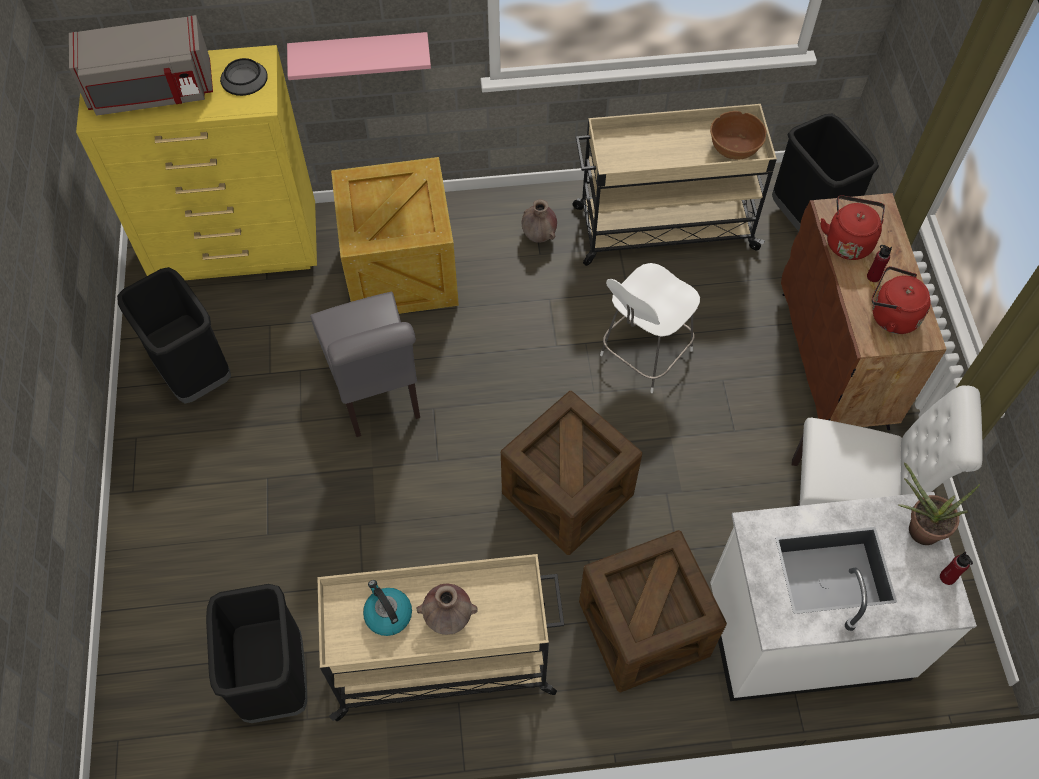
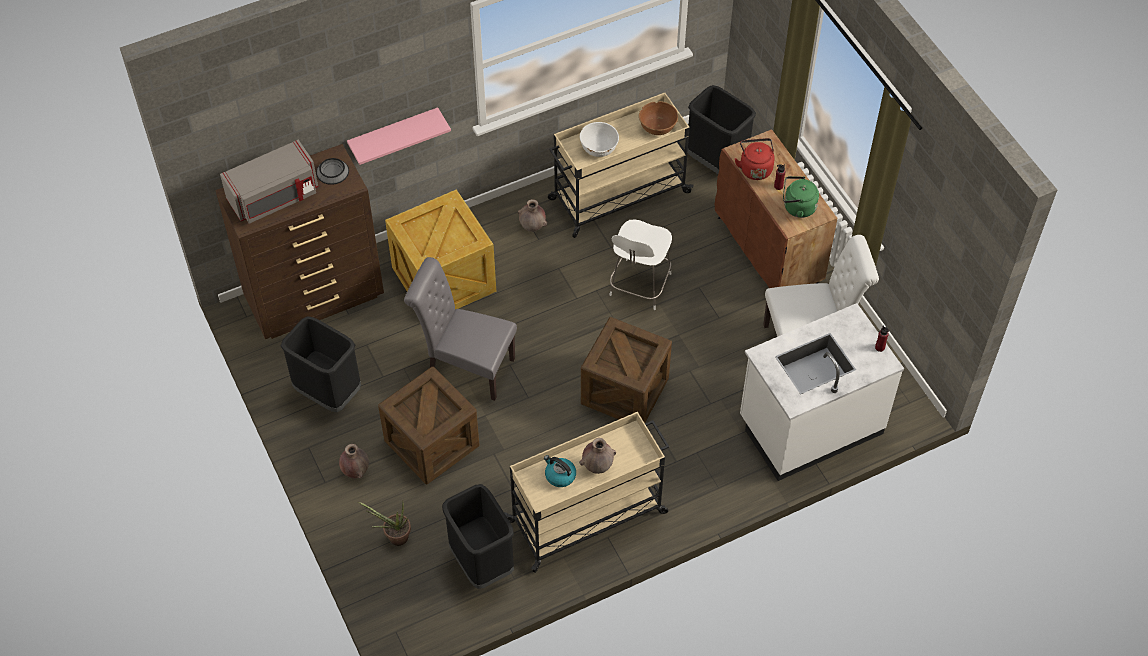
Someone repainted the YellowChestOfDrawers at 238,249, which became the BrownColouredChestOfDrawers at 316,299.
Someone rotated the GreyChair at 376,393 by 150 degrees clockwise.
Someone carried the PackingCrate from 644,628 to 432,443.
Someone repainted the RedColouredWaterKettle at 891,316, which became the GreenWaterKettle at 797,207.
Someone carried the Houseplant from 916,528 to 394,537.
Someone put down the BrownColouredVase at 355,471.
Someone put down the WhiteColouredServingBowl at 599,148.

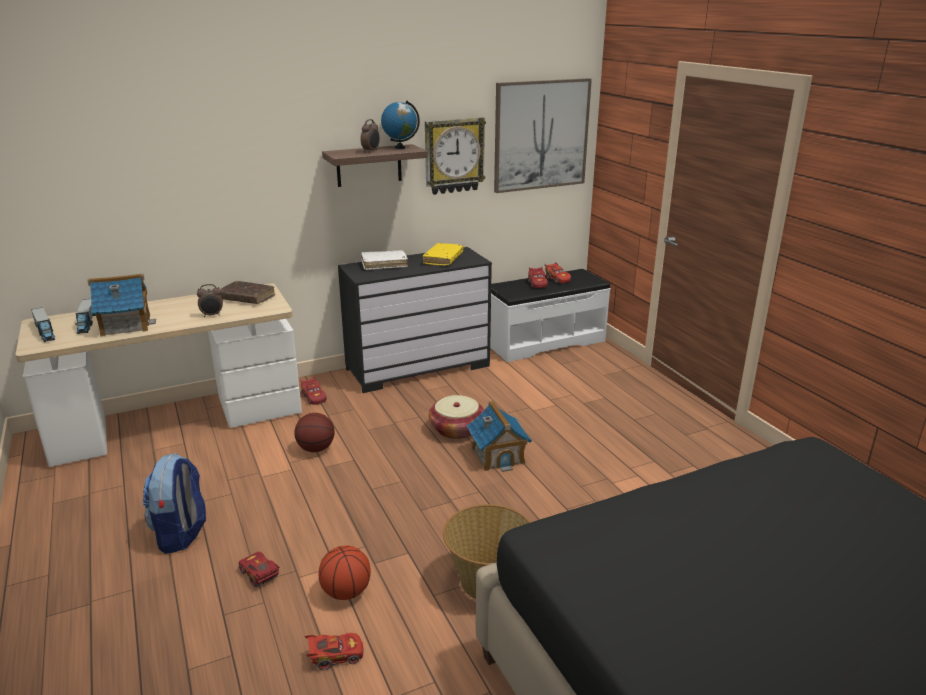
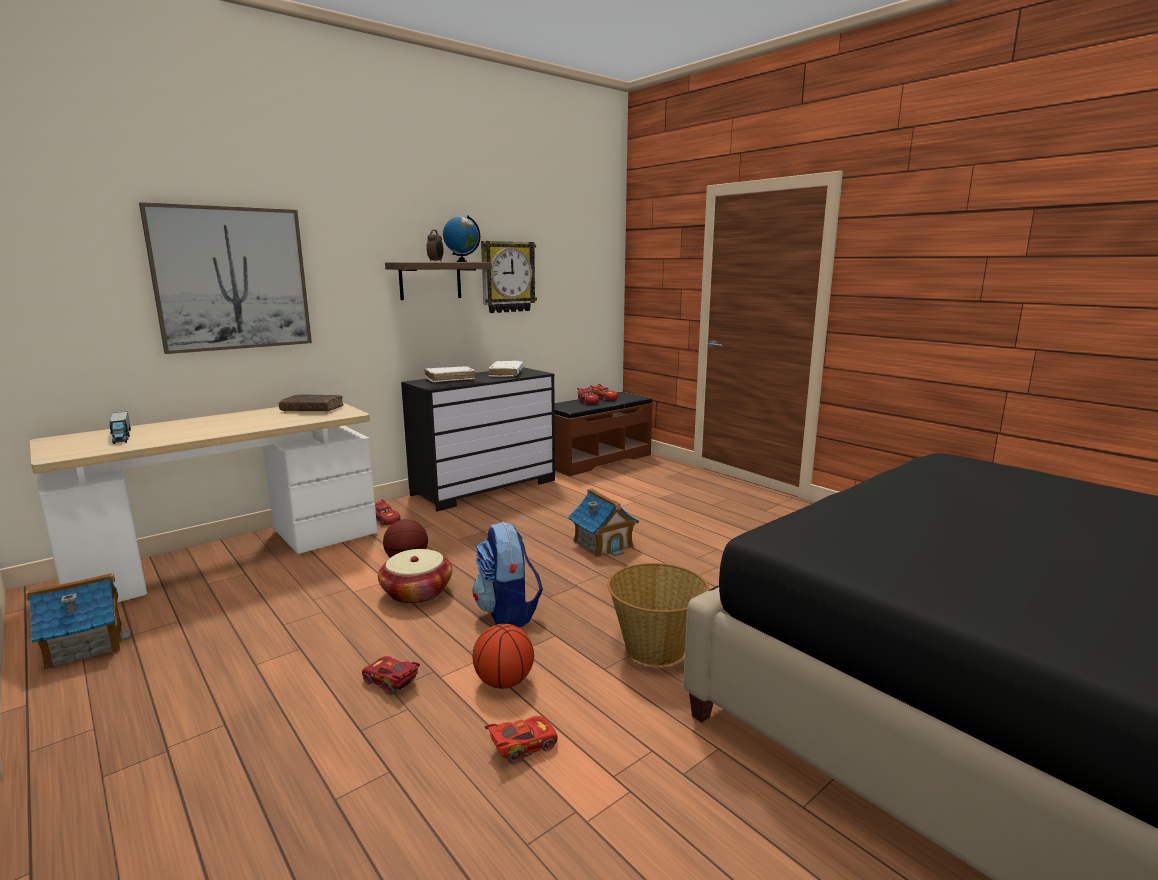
Someone took away the ModelTruck at 45,332.
Someone carried the ToyHouse from 125,325 to 84,646.
Someone carried the Backpack from 181,534 to 508,614.
Someone took away the AlarmClock at 212,315.
Someone repainted the YellowVolume at 443,259, which became the WhiteColouredVolume at 506,374.
Someone carried the Basket from 457,429 to 417,592.
Someone repainted the WhiteColouredBench at 544,341, which became the BrownColouredBench at 596,459.
Someone carried the Picture from 541,135 to 232,279.

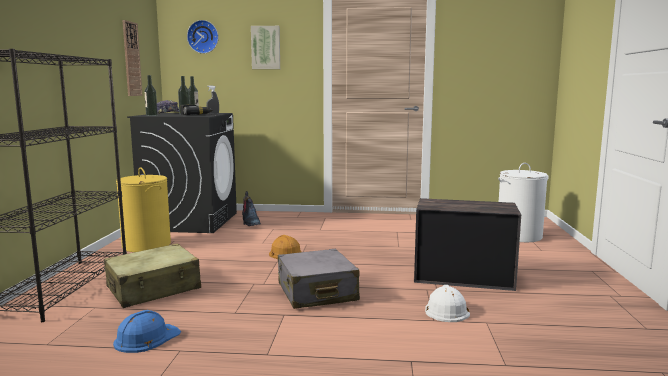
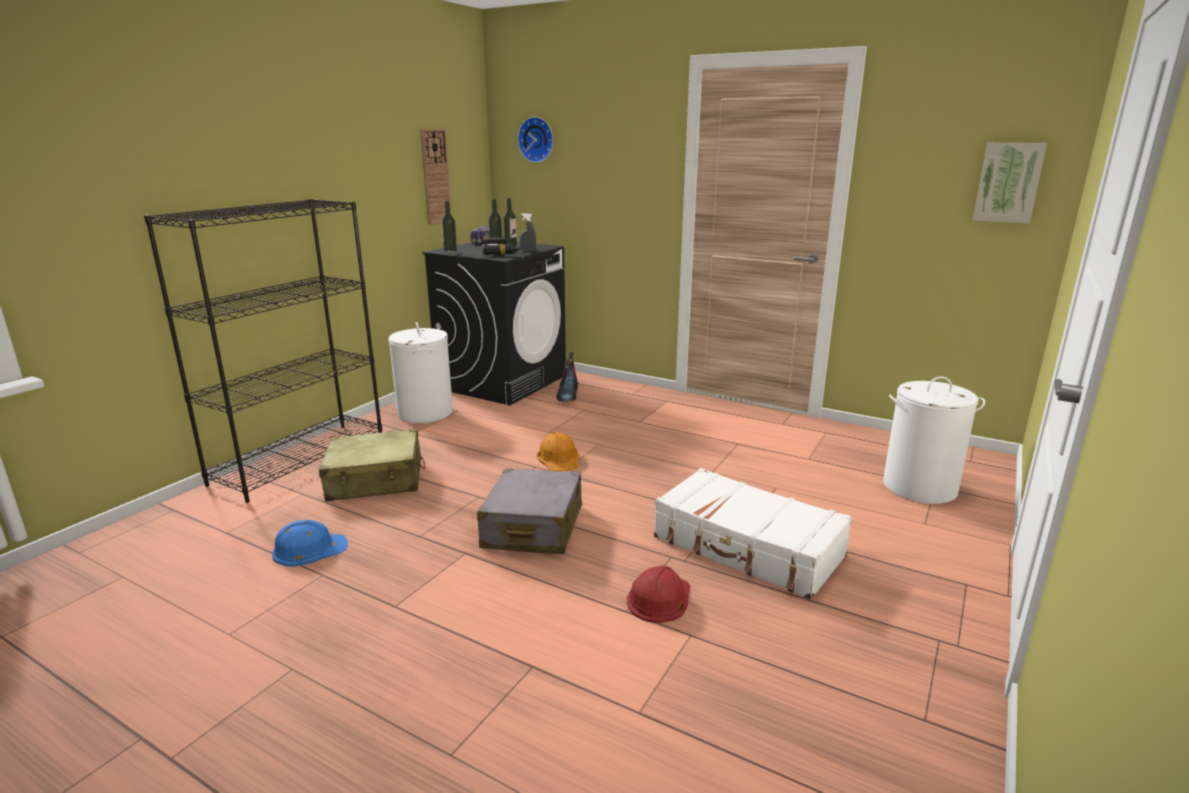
Someone repainted the YellowWashingBasket at 147,245, which became the WhiteColouredWashingBasket at 425,413.
Someone carried the Picture from 266,47 to 1008,182.
Someone swapped the PackingCrate at 465,277 for the WhiteColouredPieceOfLuggage at 747,547.
Someone repainted the WhiteColouredWorkHelmet at 445,310, which became the RedColouredWorkHelmet at 659,598.

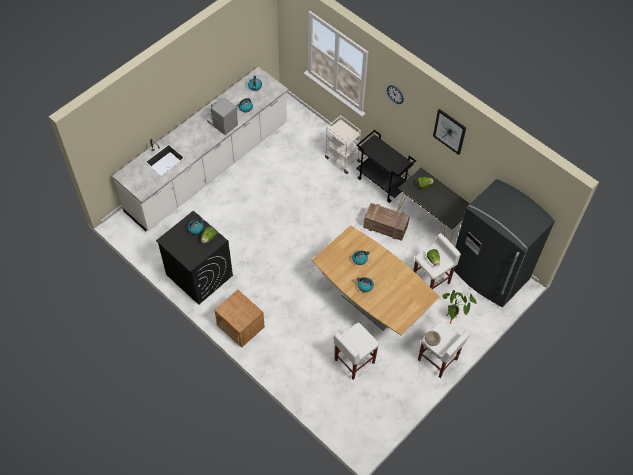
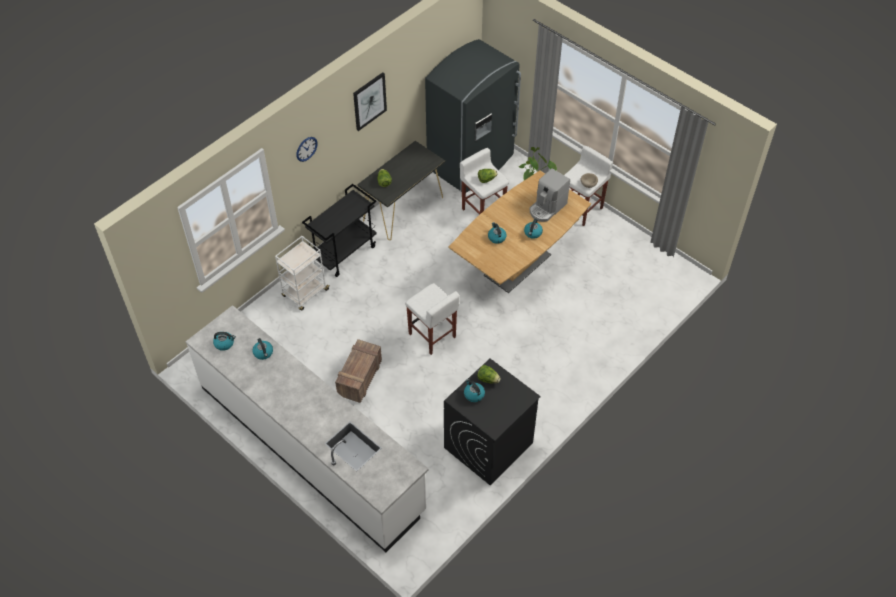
Someone carried the CoffeeBrewer from 221,122 to 547,208.
Someone took away the BrownColouredNightstand at 240,327.
Someone carried the WhiteColouredSittingStool from 354,361 to 432,336.
Someone carried the PackingCrate from 386,227 to 360,377.

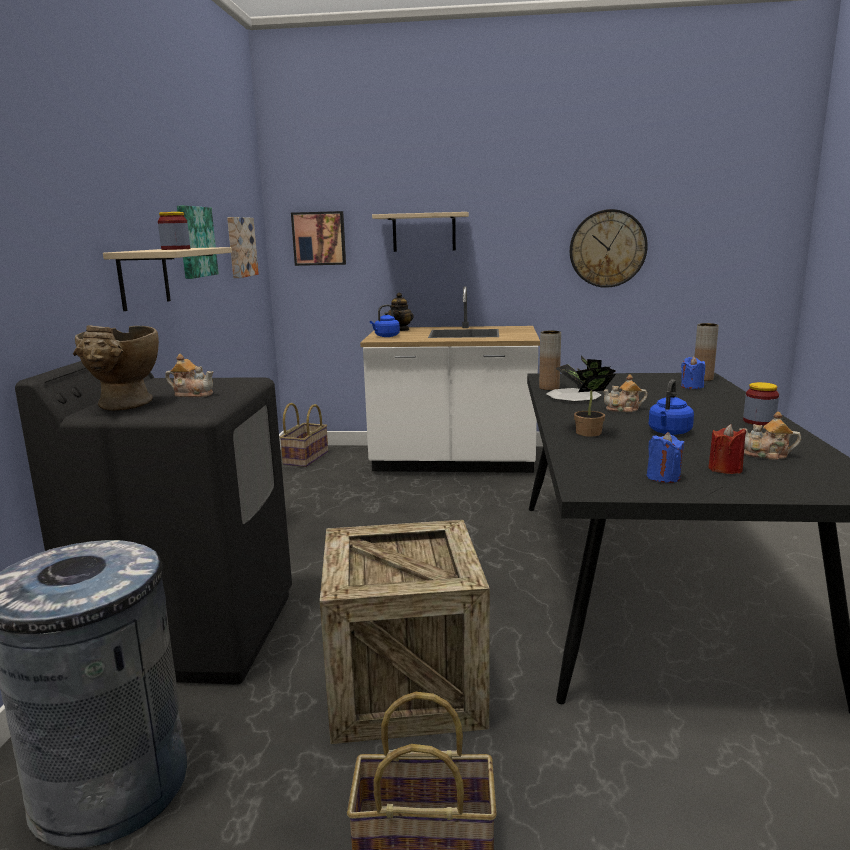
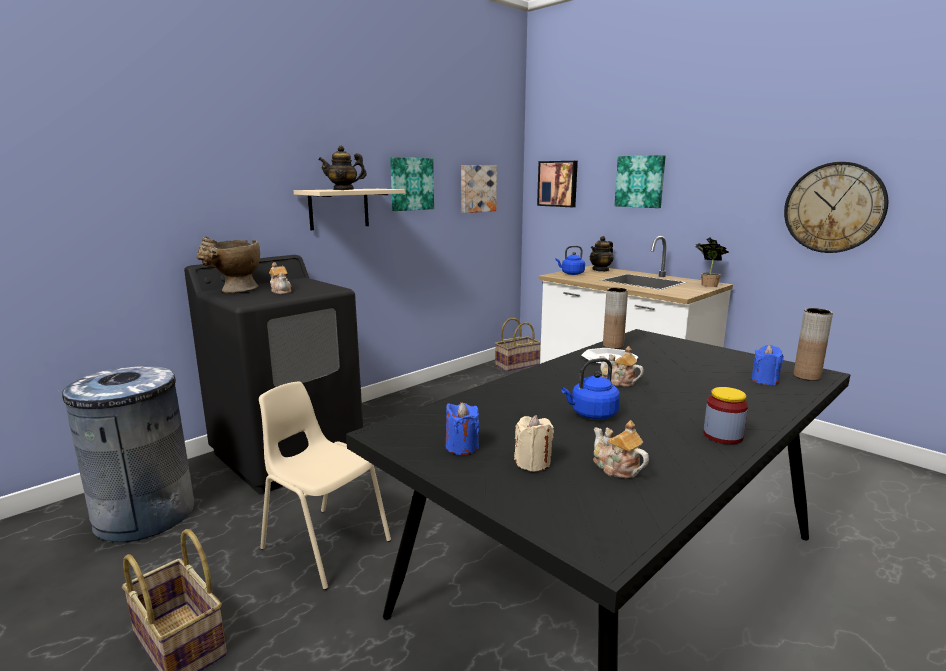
Someone swapped the PreserveJar at 176,249 for the PotForTea at 343,189.
Someone swapped the PackingCrate at 404,685 for the BeigeColouredChair at 325,544.
Someone swapped the BeigeColouredShelf at 424,232 for the Picture at 640,181.
Someone carried the Houseplant from 584,432 to 707,285.
Someone repainted the RedColouredWaxLight at 725,469, which became the BeigeColouredWaxLight at 532,463.

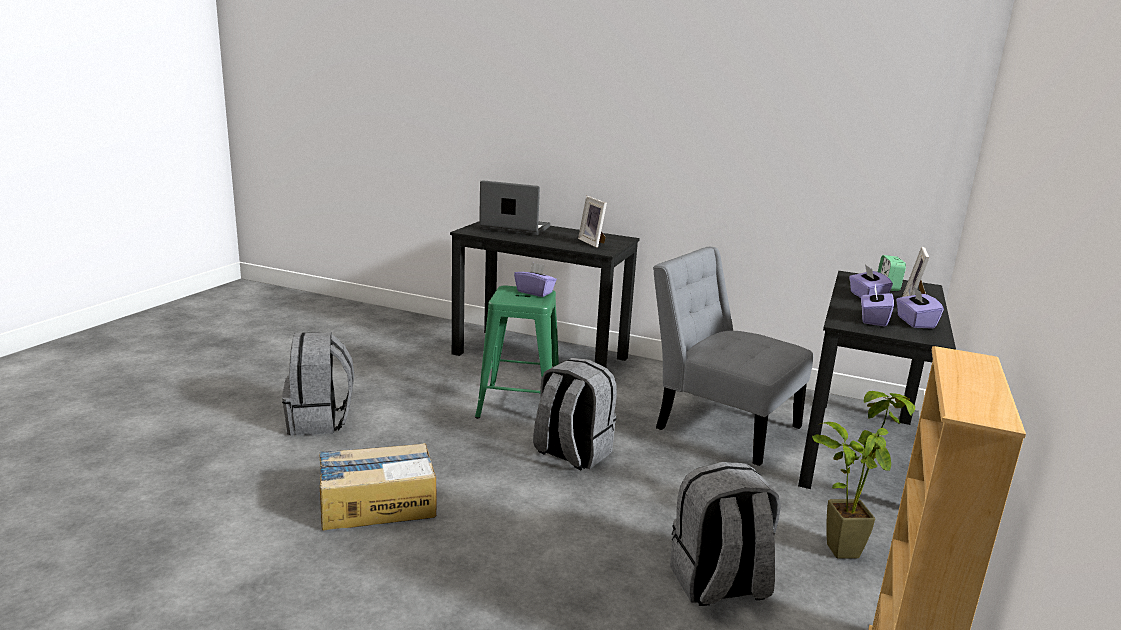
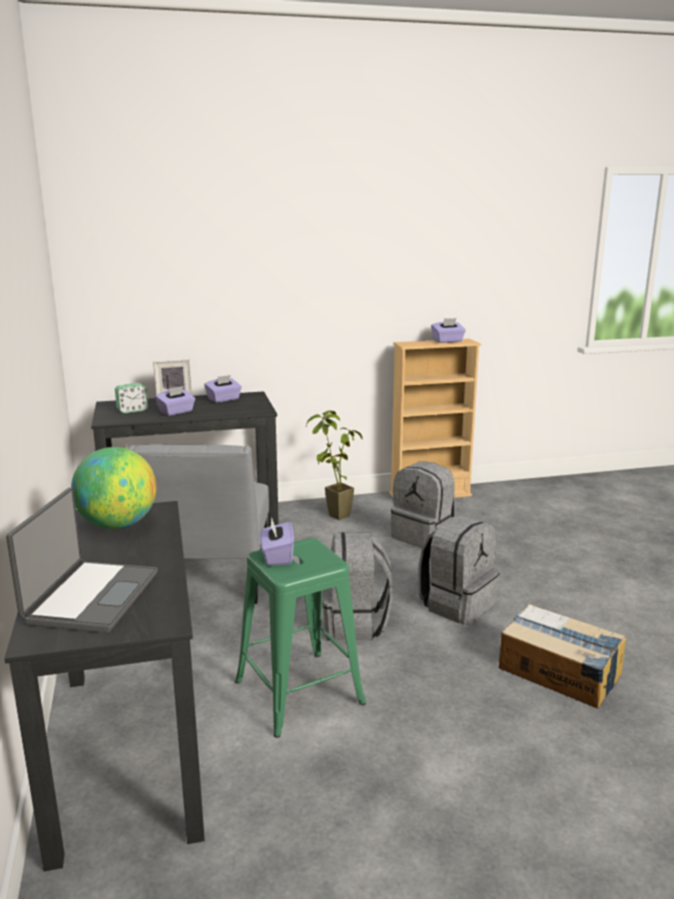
Someone carried the GreyBackpack from 320,421 to 456,604.
Someone rotated the PortableComputer at 514,228 by 150 degrees counterclockwise.
Someone swapped the StandingFrame at 593,242 for the Globe at 118,525.
Someone carried the PurpleColouredTissueHolder from 873,320 to 448,341.

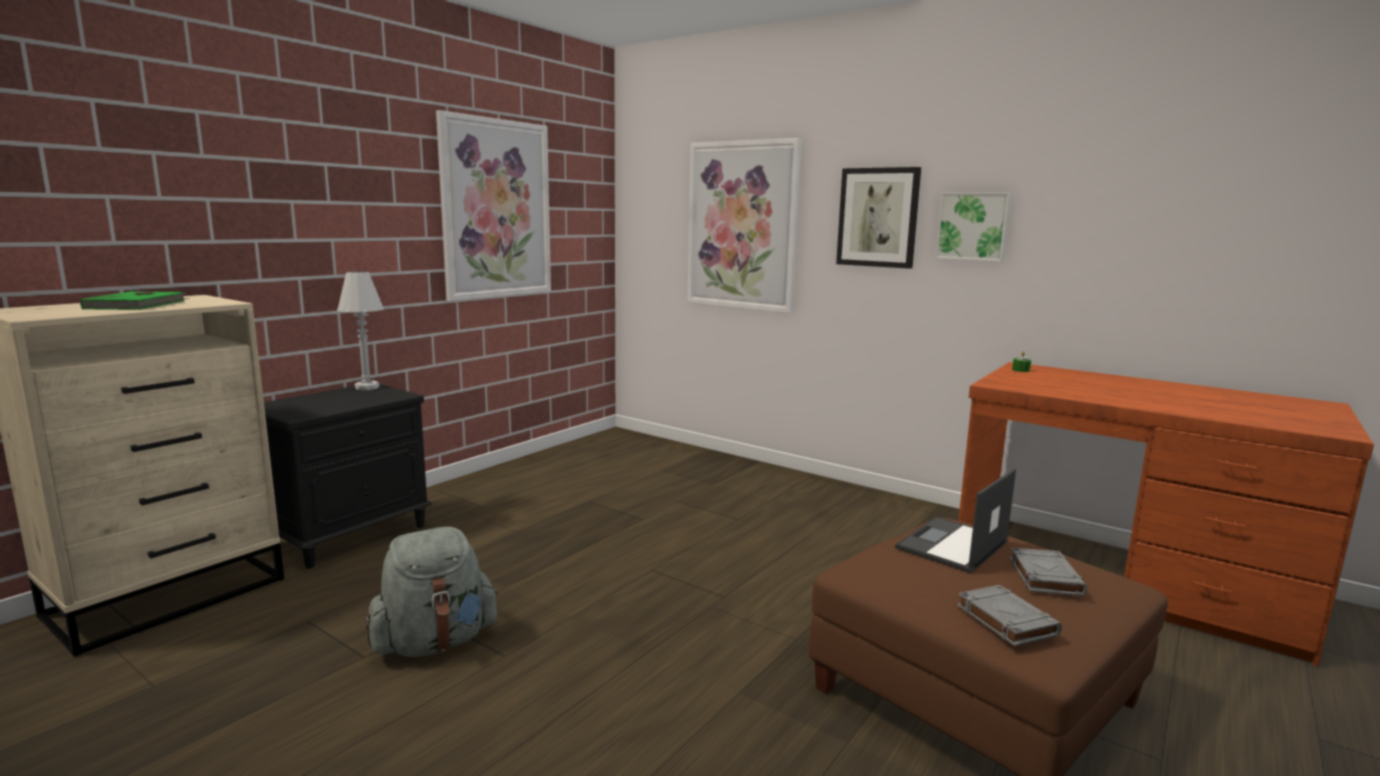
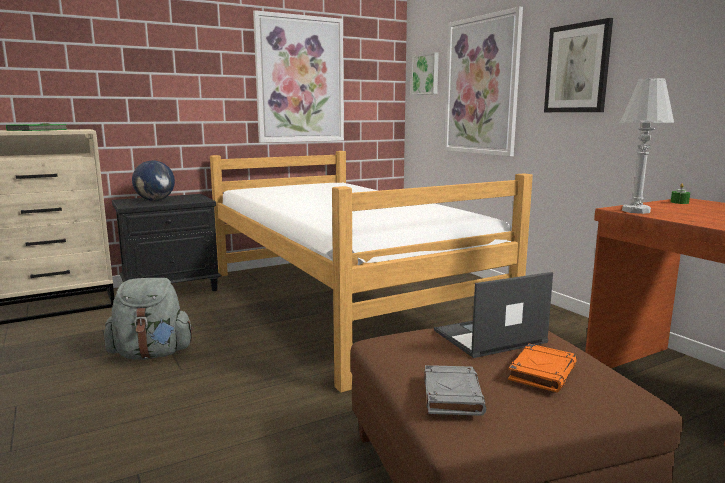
Someone carried the WhiteColouredLampForATable from 366,387 to 635,211.
Someone carried the Picture from 973,226 to 426,74.
Someone repainted the GreyVolume at 1044,576, which became the OrangeyVolume at 542,372.
Someone put down the Globe at 155,200.
Someone put down the Bed at 342,302.

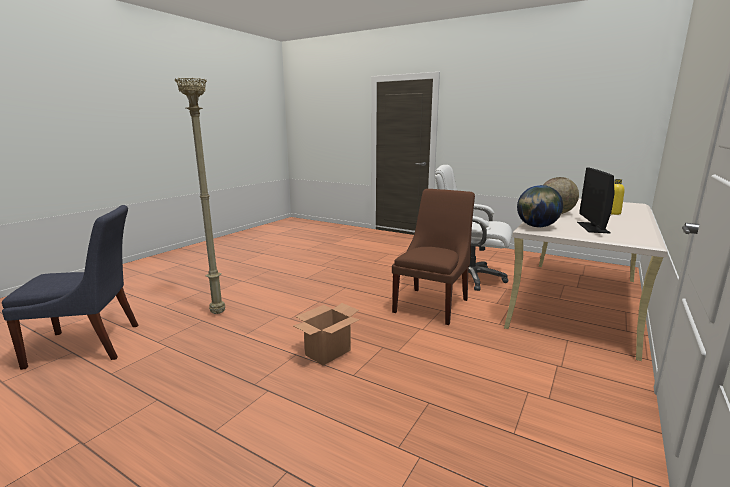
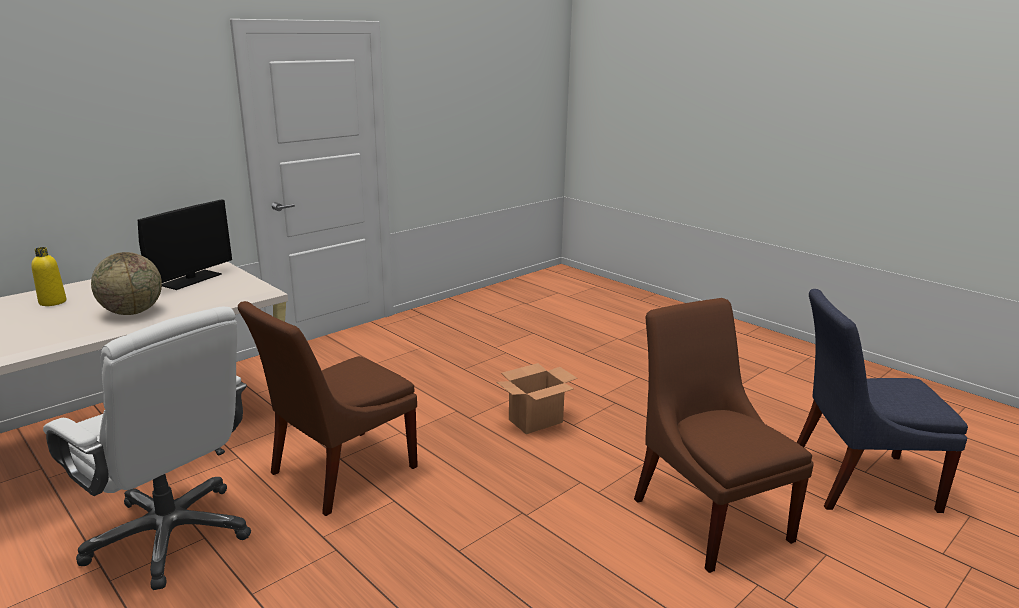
Someone swapped the BeigeColouredStandardLamp at 216,313 for the BrownColouredChair at 707,514.
Someone took away the Globe at 537,226.

